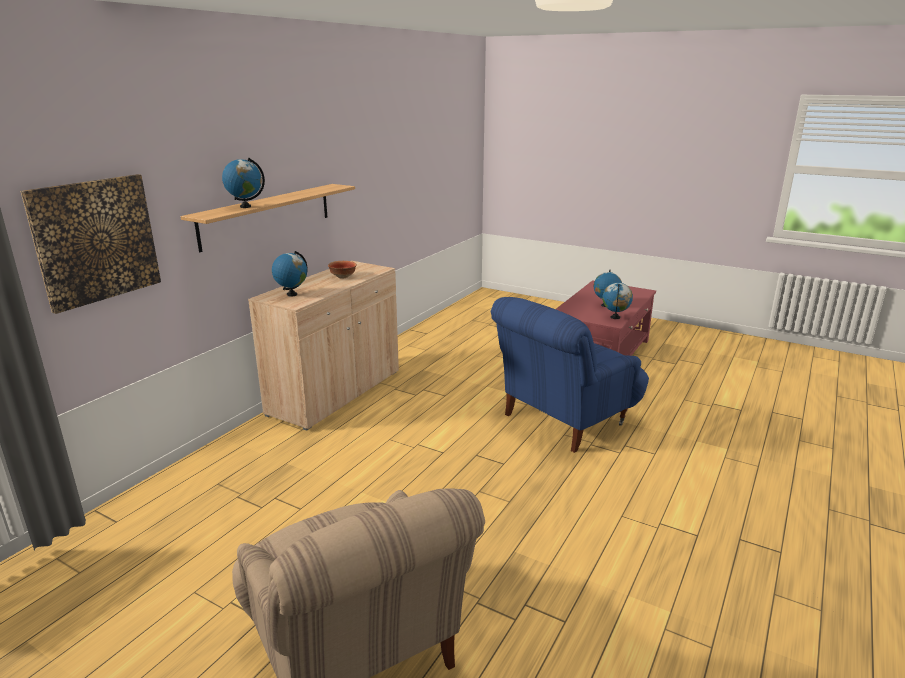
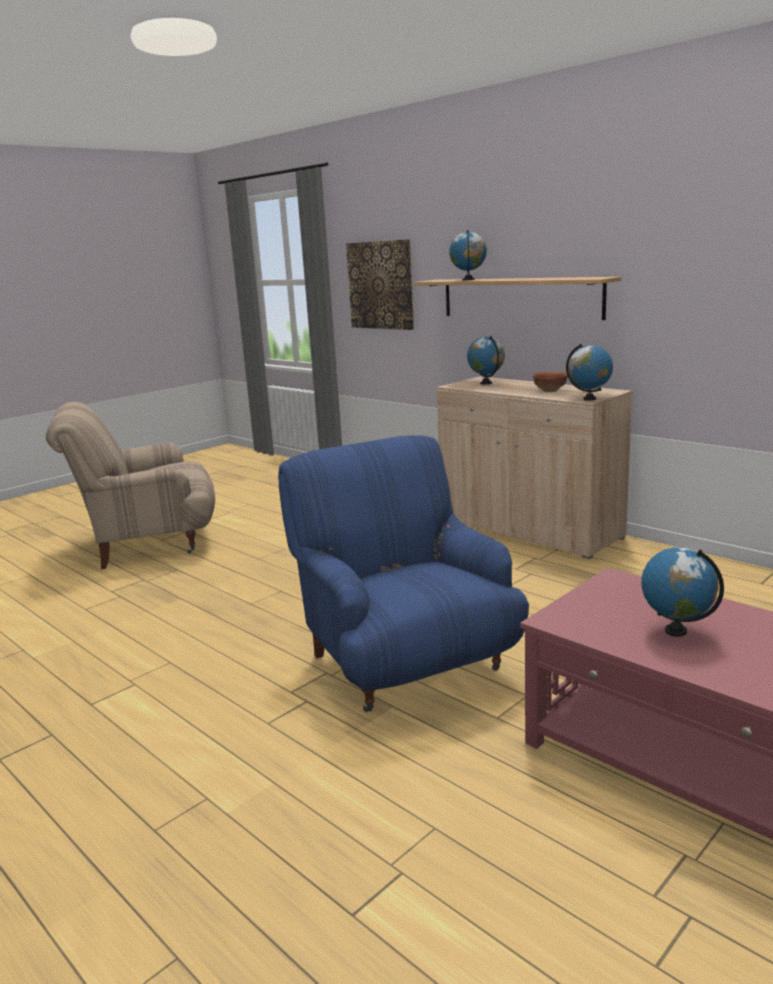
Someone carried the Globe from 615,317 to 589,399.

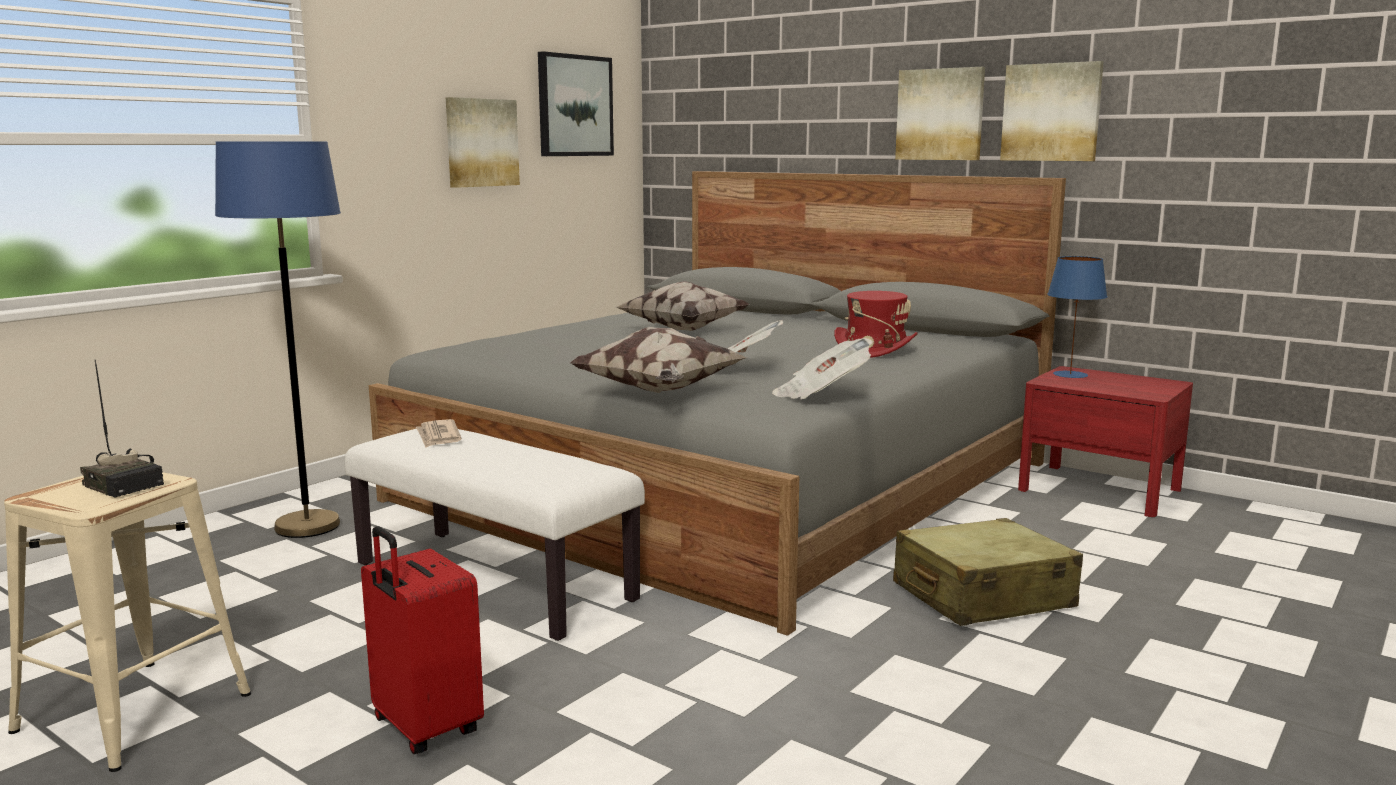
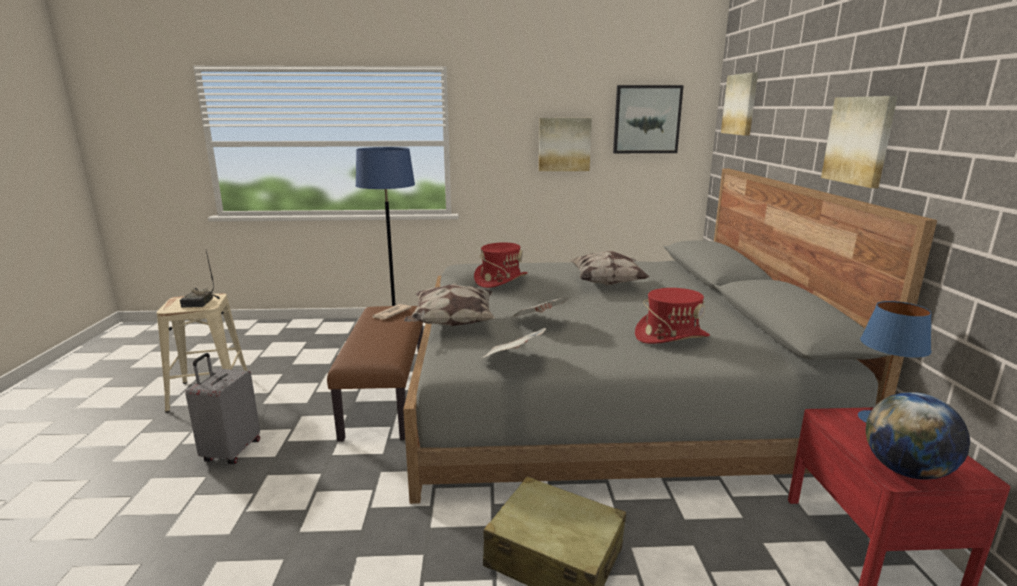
Someone repainted the WhiteColouredBench at 495,581, which became the BrownColouredBench at 387,397.
Someone repainted the RedColouredPieceOfLuggage at 424,728, which became the GreyPieceOfLuggage at 231,452.
Someone carried the Picture from 1051,112 to 740,104.
Someone put down the RedColouredHat at 500,280.
Someone put down the Globe at 906,471.

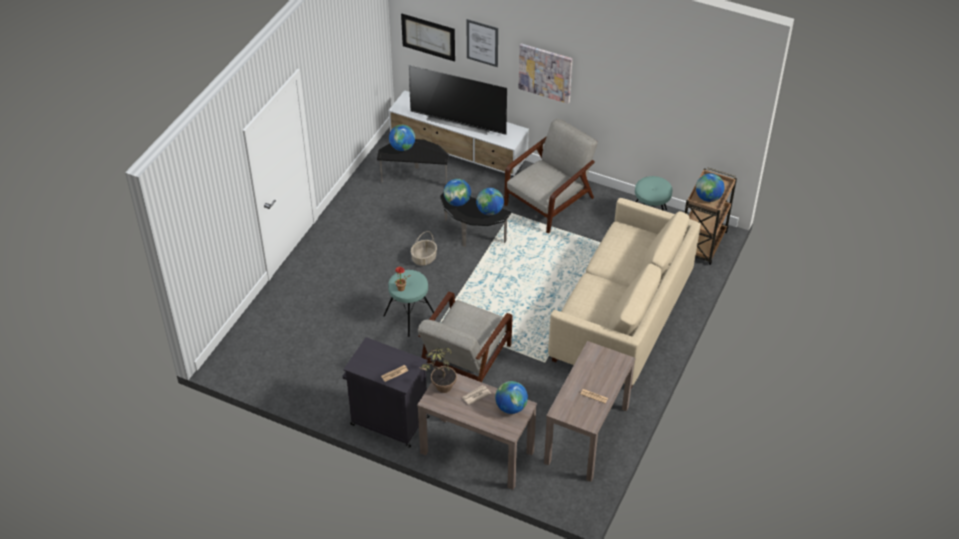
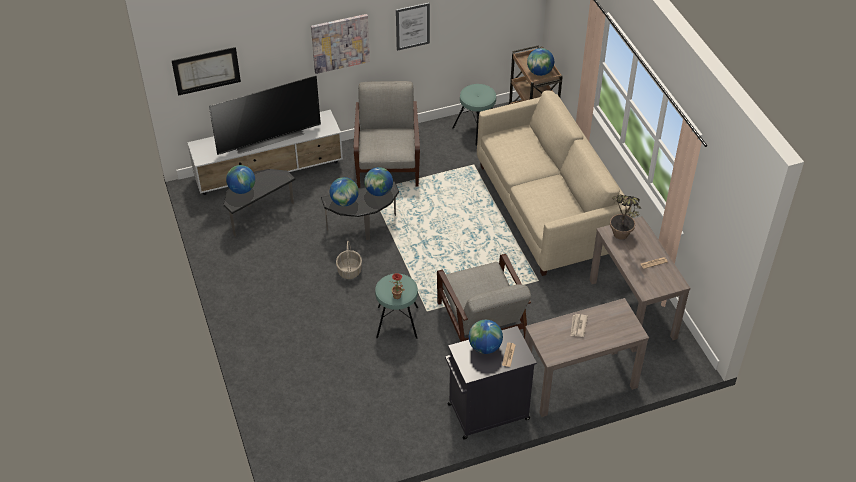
Someone carried the Houseplant from 440,390 to 621,238.
Someone carried the Picture from 482,43 to 412,26.
Someone carried the Globe from 511,407 to 485,347.

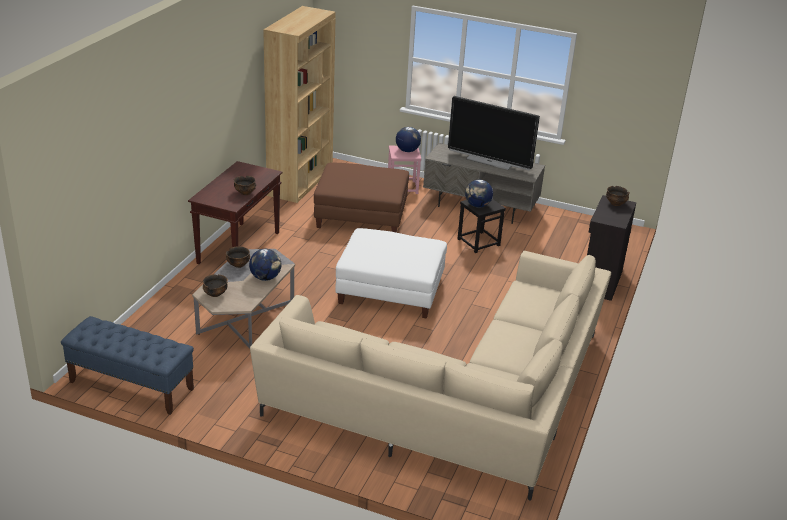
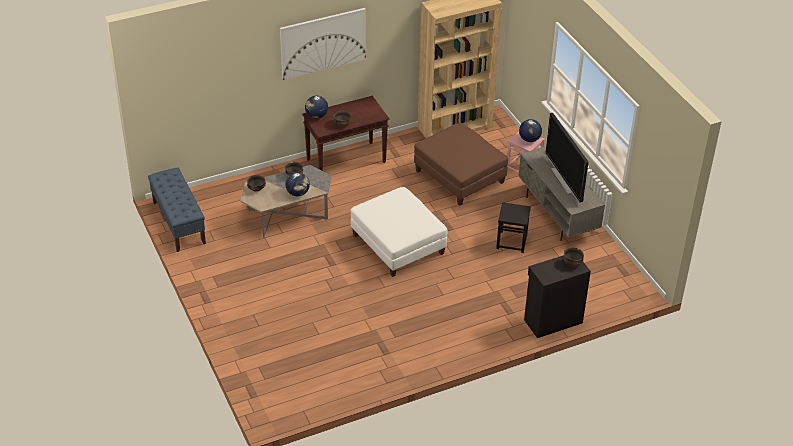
Someone took away the BeigeColouredSettee at 460,404.
Someone carried the Globe from 477,205 to 316,116.
Someone put up the Picture at 323,43.

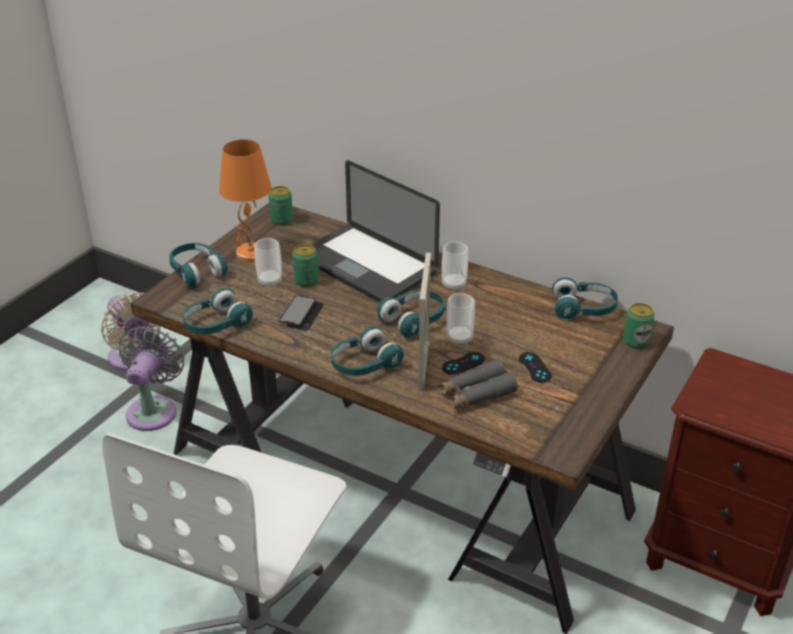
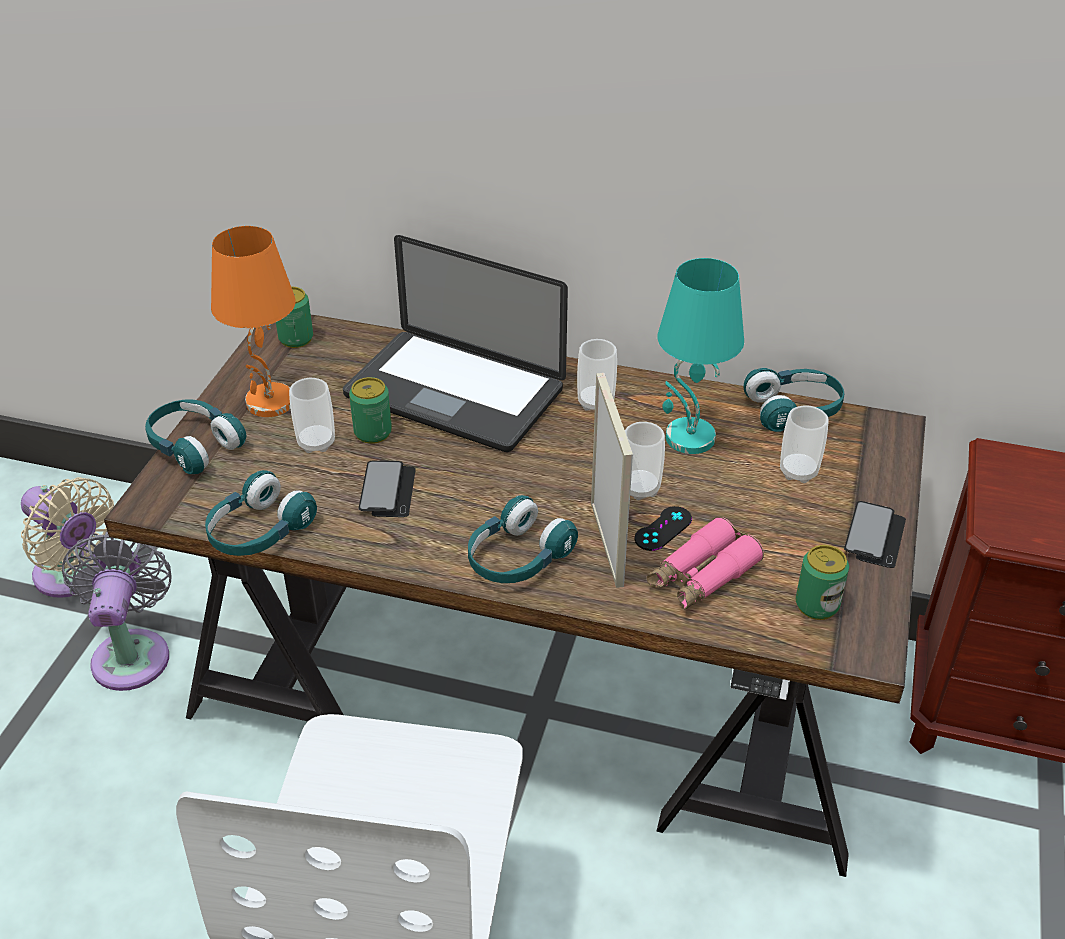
Someone took away the TurquoiseColouredHeadset at 414,320.
Someone repainted the GreyPairOfBinoculars at 475,394, which became the PinkColouredPairOfBinoculars at 702,576.
Someone took away the BlackColouredGameController at 535,367.
Someone carried the MetalCan from 636,341 to 817,605.
Someone put down the TurquoiseColouredLampForATable at 688,438.
Someone put down the SmallCup at 798,472.
Someone put down the Handset at 874,536.

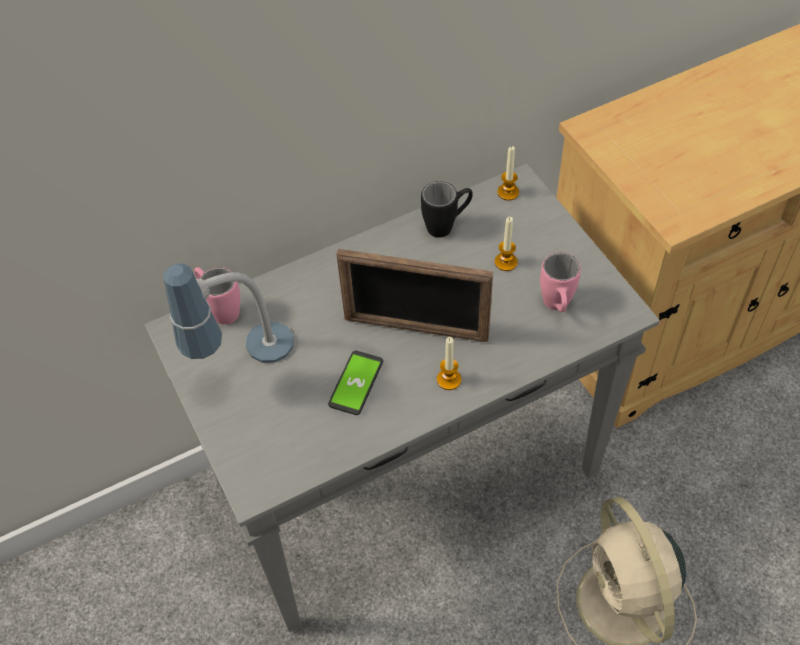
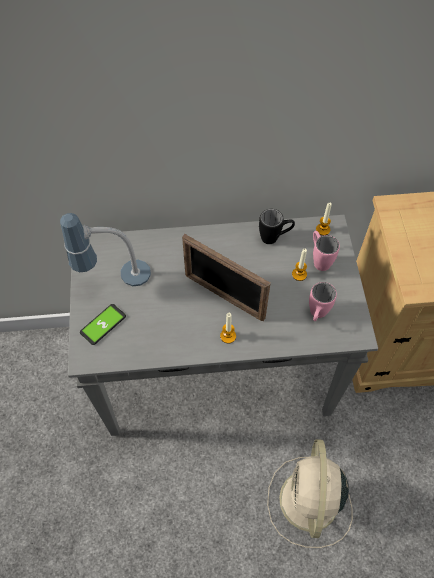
Someone carried the PinkColouredMug from 220,309 to 319,259.
Someone carried the Handset from 356,383 to 103,324.

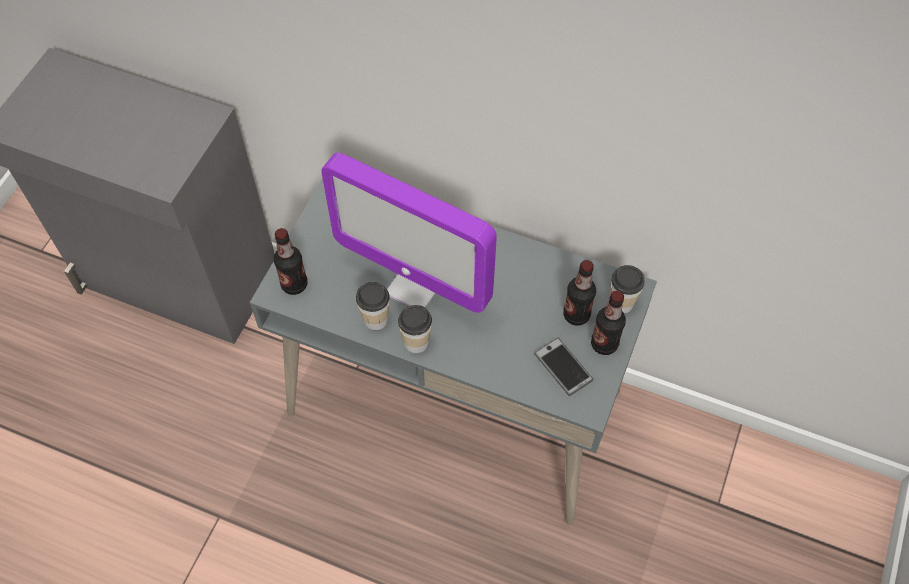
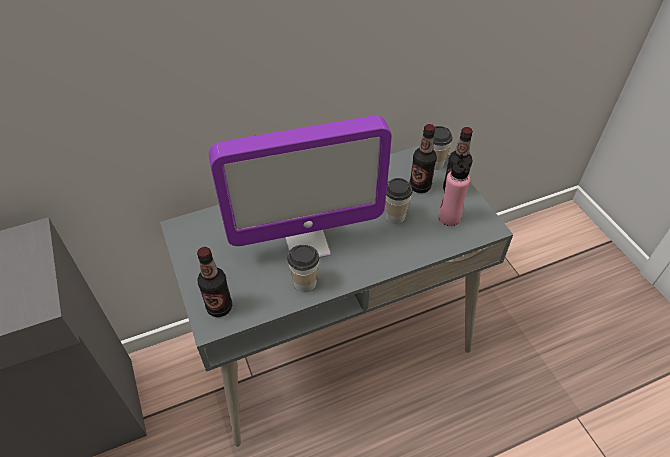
Someone carried the SmallCup from 416,342 to 395,216.
Someone swapped the Handset at 563,367 for the PinkColouredDrinkBottle at 449,218.

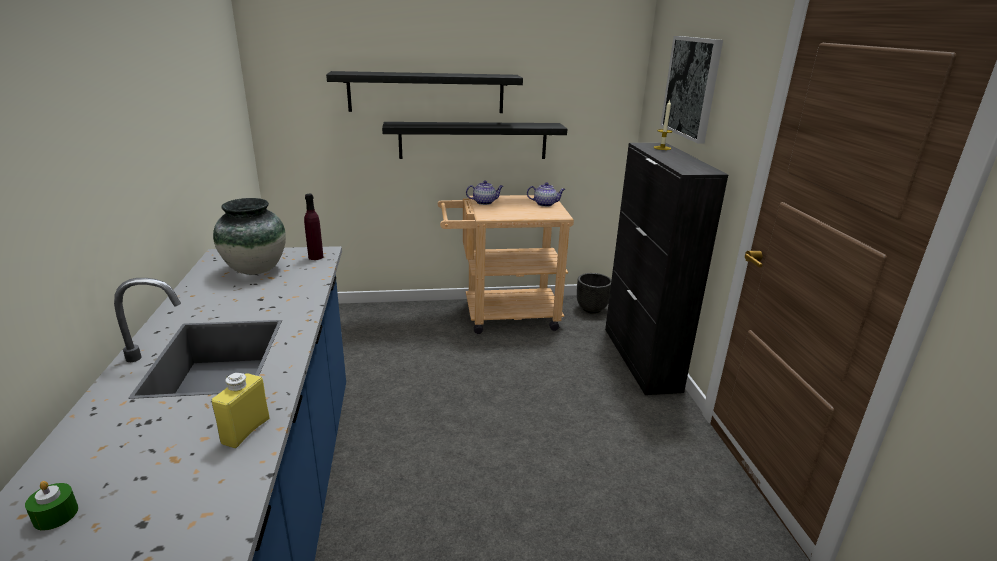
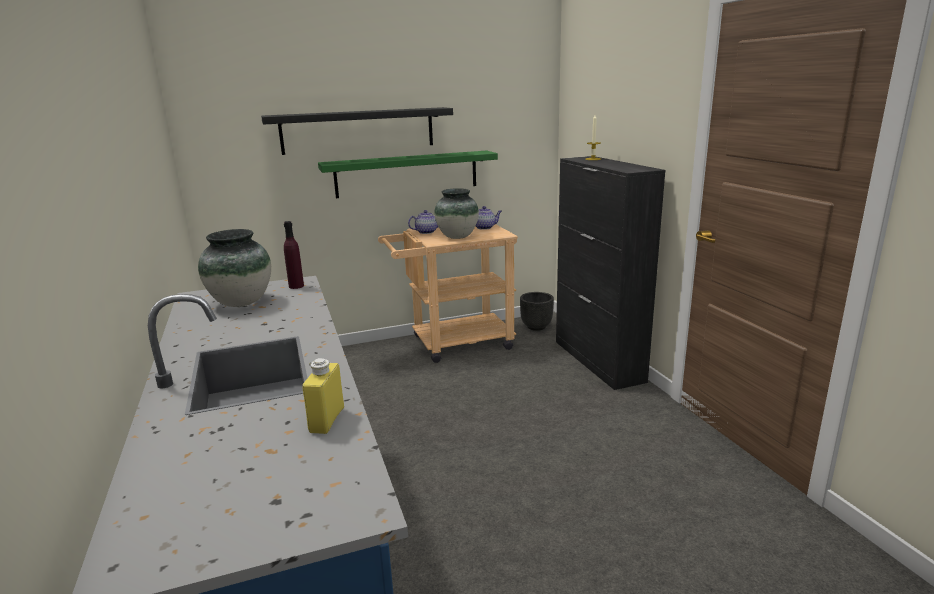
Someone took away the GreenWaxLight at 56,515.
Someone repainted the BlackColouredShelf at 473,140, which became the GreenShelf at 407,174.
Someone took away the Picture at 691,87.
Someone put down the Vase at 457,237.

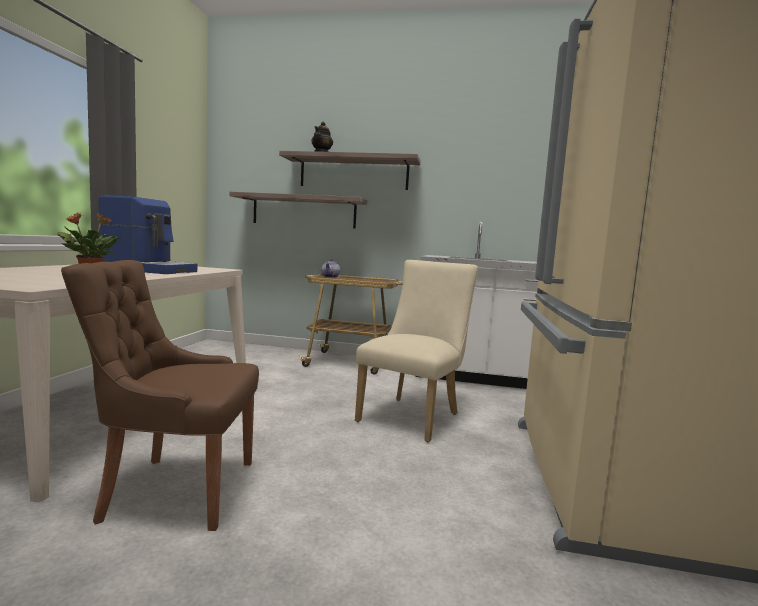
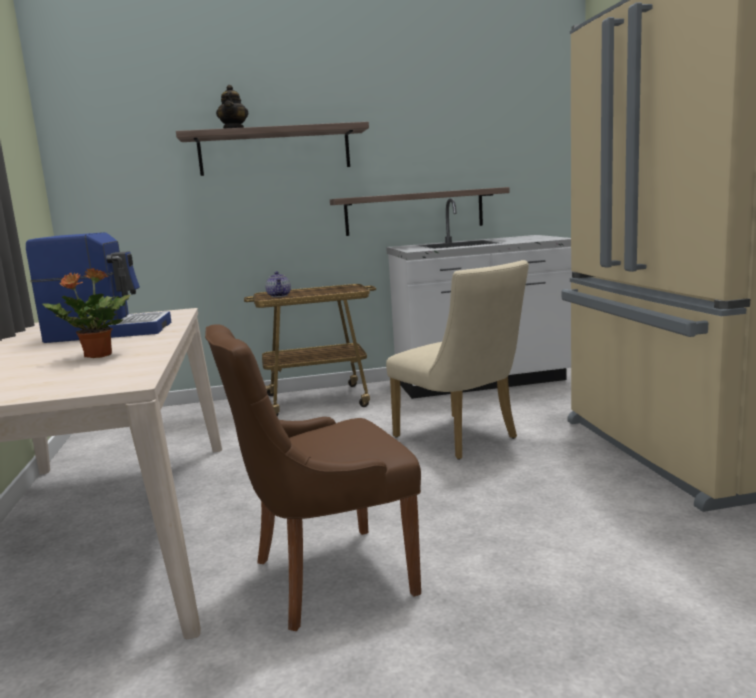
Someone carried the Shelf from 304,211 to 414,212.
Someone rotated the BeigeColouredChair at 413,415 by 135 degrees clockwise.

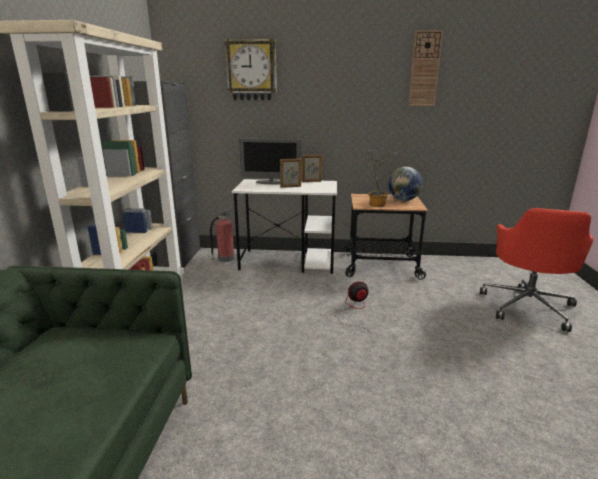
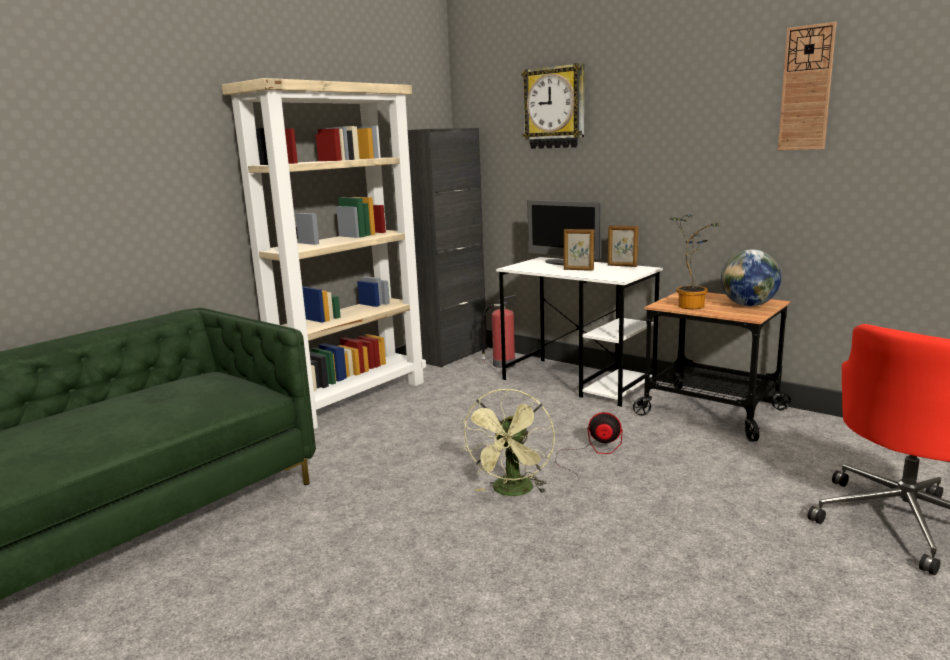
Someone put down the GreenFan at 512,492.

